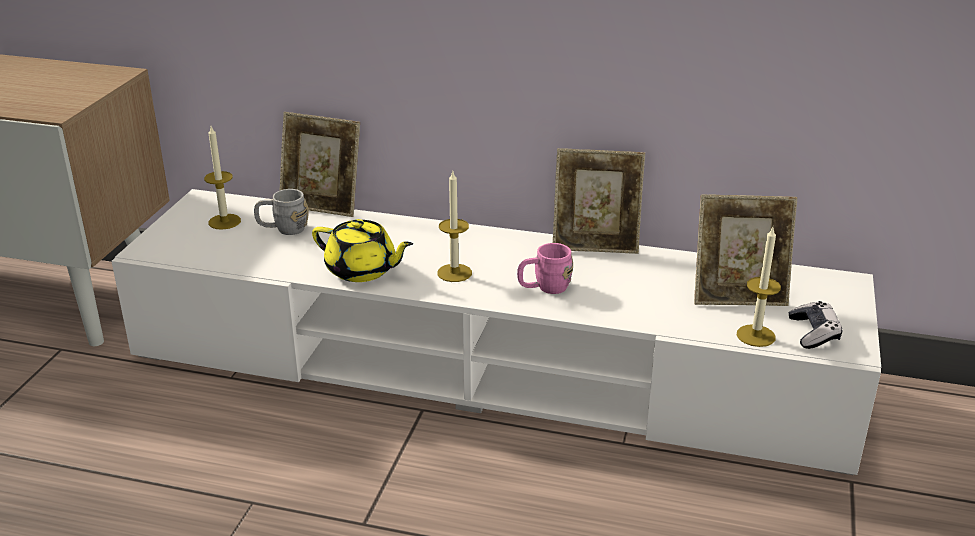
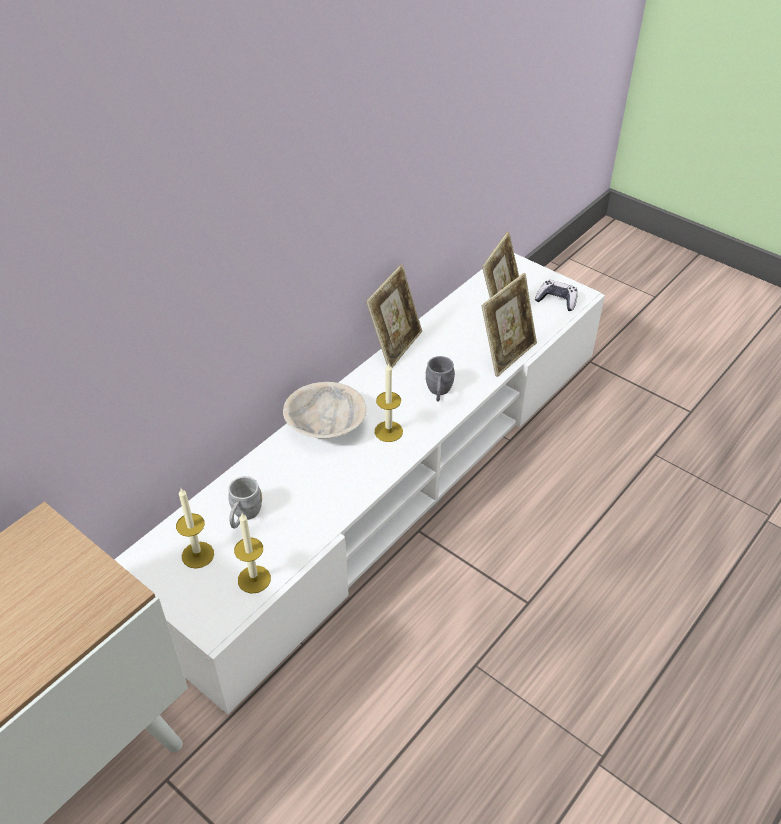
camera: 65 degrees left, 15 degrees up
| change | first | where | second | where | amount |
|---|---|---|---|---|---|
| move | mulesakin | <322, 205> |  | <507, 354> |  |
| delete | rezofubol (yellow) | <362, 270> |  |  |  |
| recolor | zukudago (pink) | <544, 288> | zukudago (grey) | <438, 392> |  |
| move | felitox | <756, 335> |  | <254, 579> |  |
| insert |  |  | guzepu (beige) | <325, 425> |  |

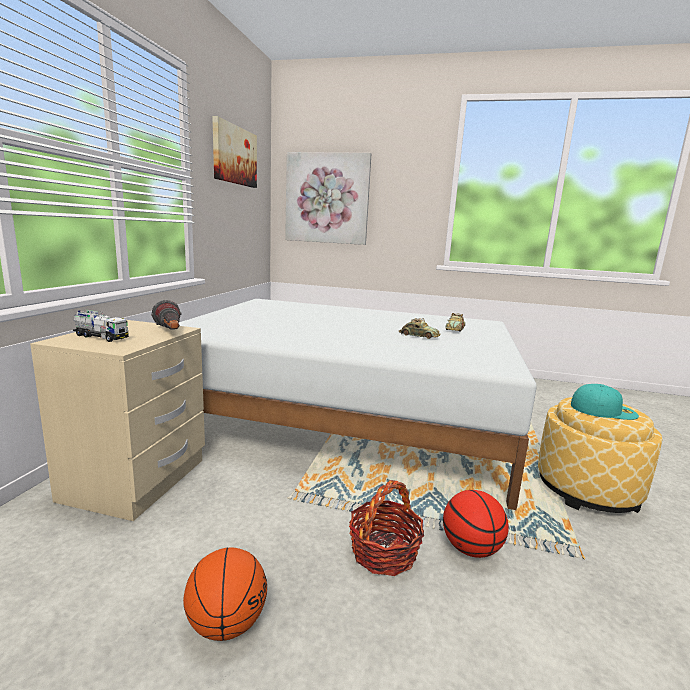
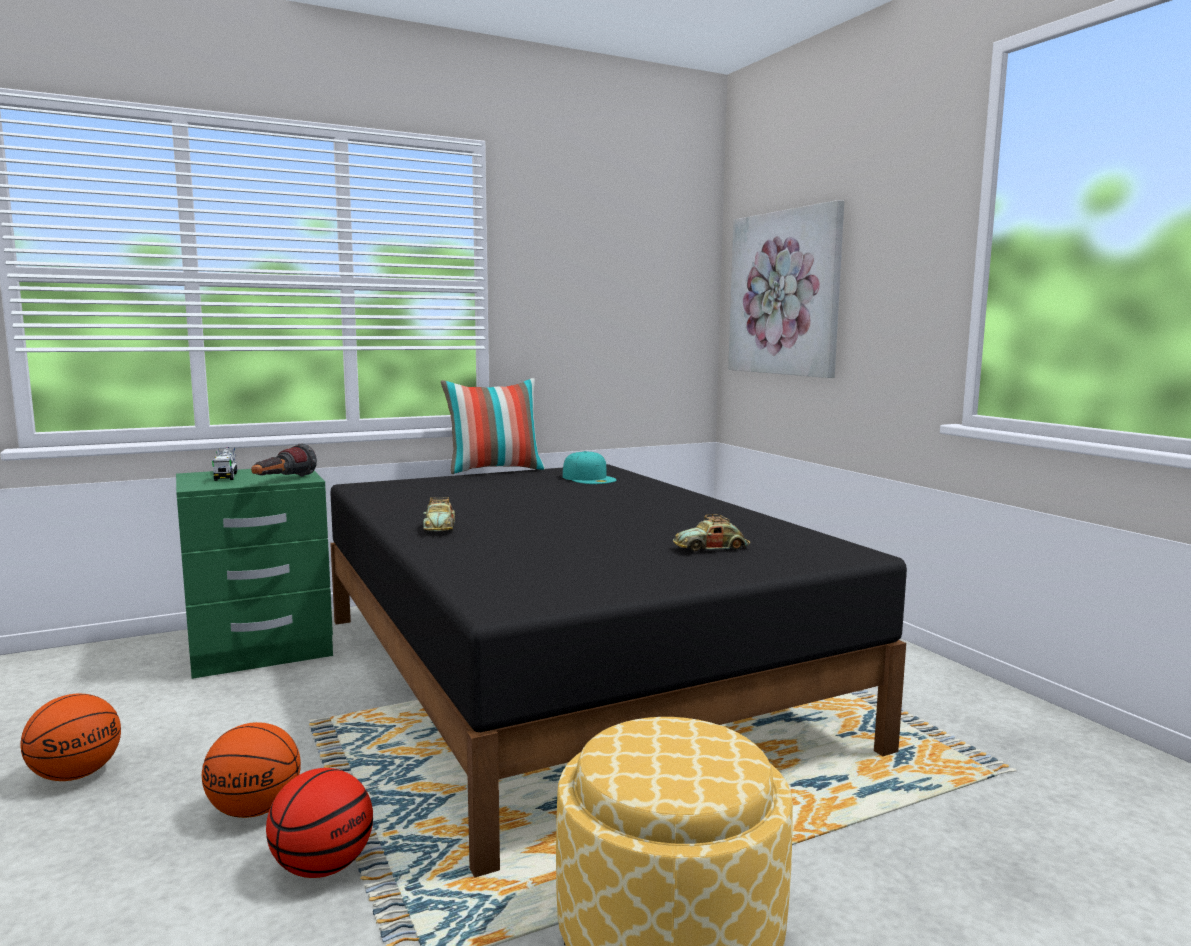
camera: 50 degrees right, 5 degrees down
| change | first | where | second | where | amount |
|---|---|---|---|---|---|
| recolor | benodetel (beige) | <137, 480> | benodetel (green) | <260, 650> |  |
| recolor | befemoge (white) | <345, 419> | befemoge (black) | <567, 676> |  |
| delete | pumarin | <234, 155> |  |  |  |
| replace | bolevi | <384, 552> | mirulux | <256, 810> |  |
| move | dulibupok | <418, 336> |  | <439, 527> |  |
| move | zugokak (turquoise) | <603, 409> |  | <589, 478> |  |
| insert |  |  | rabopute | <495, 470> |  |

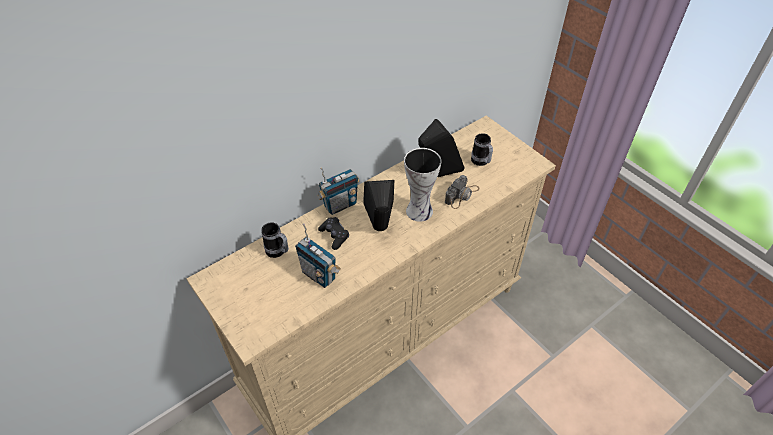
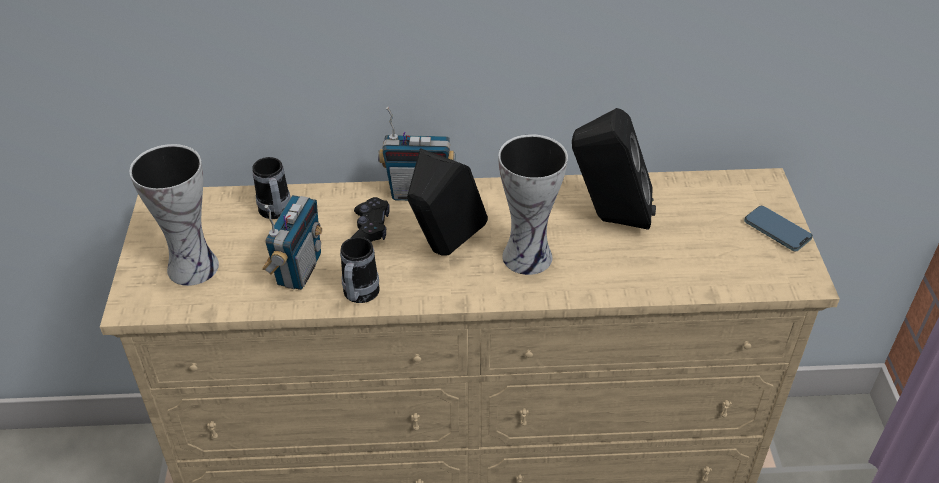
camera: 35 degrees right, 5 degrees down
| change | first | where | second | where | amount |
|---|---|---|---|---|---|
| rotate | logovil | <319, 275> |  | <298, 270> | 150 degrees counterclockwise |
| delete | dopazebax | <461, 195> |  |  |  |
| move | zukudago | <481, 162> |  | <359, 296> |  |
| insert |  |  | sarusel | <193, 265> |  |
| insert |  |  | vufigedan | <777, 231> |  |

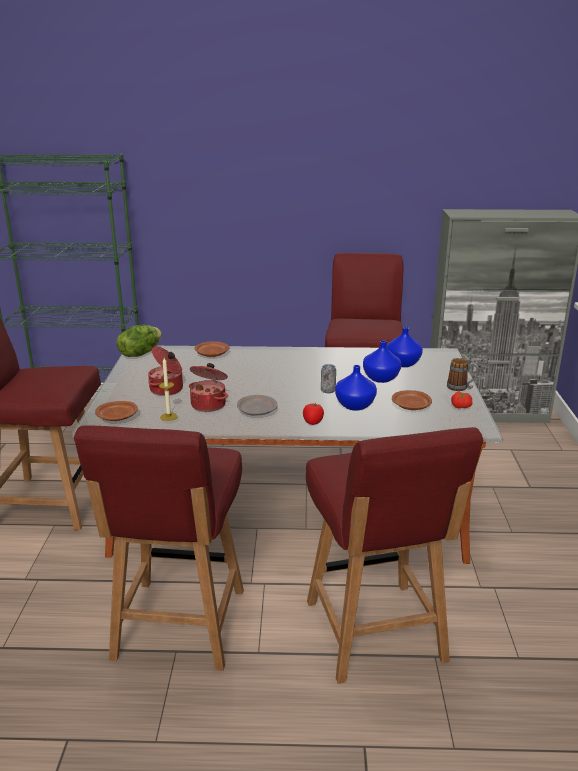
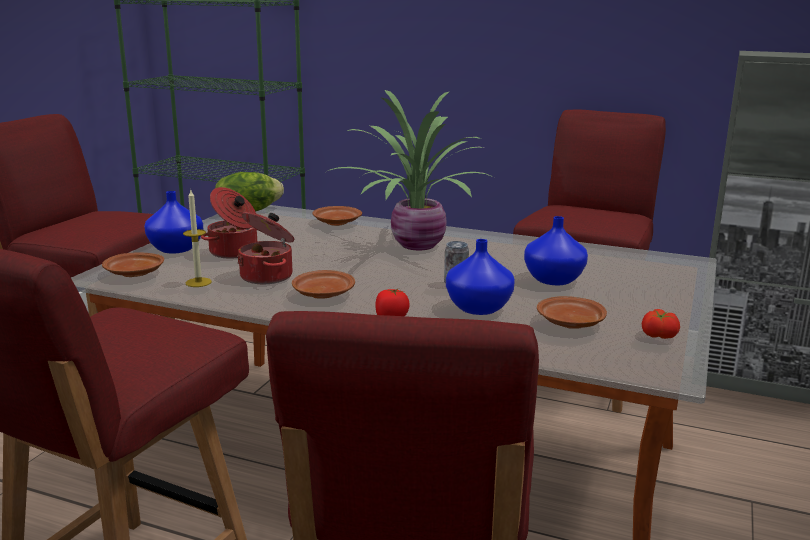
camera: 20 degrees right, 5 degrees down
| change | first | where | second | where | amount |
|---|---|---|---|---|---|
| recolor | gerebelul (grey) | <256, 411> | gerebelul (brown) | <323, 294> |  |
| move | sarusel (blue) | <402, 363> |  | <175, 249> |  |
| delete | zukudago | <461, 388> |  |  |  |
| insert |  |  | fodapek | <415, 244> |  |

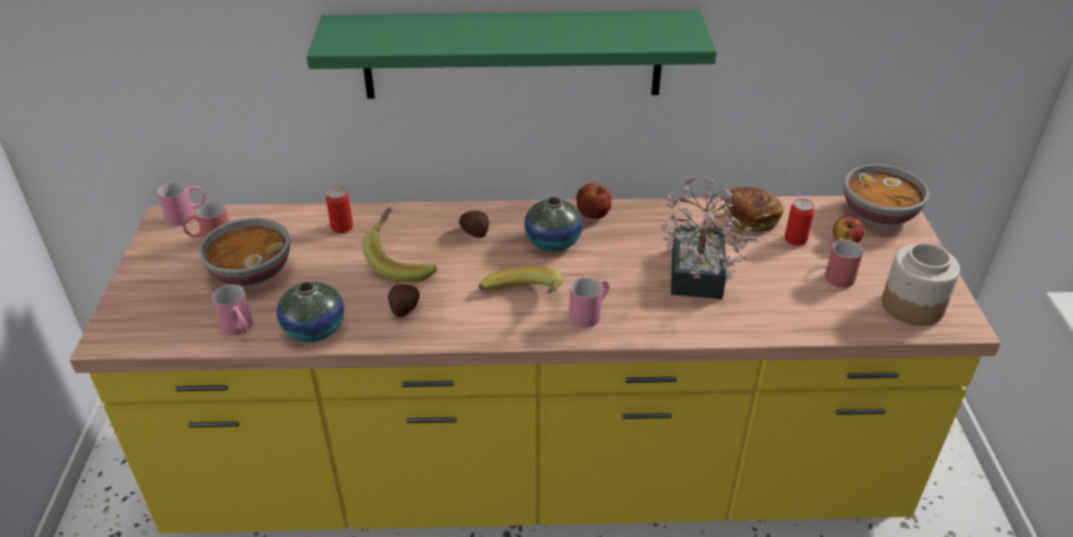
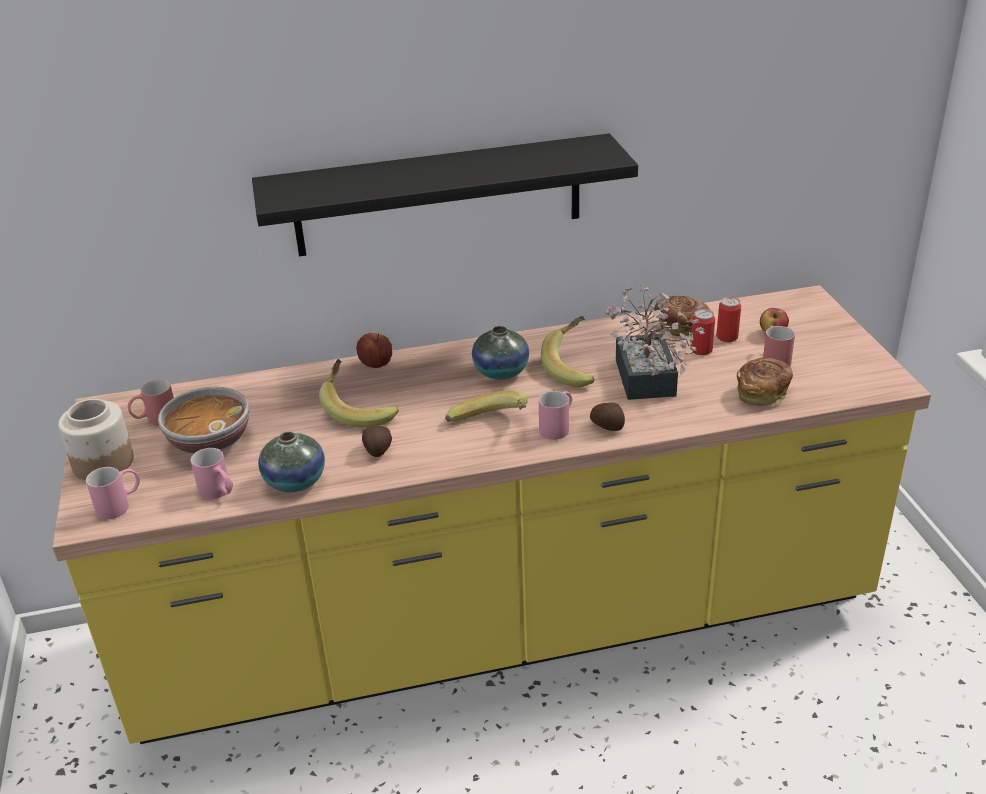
camera: 10 degrees left, 5 degrees down
| change | first | where | second | where | amount |
|---|---|---|---|---|---|
| move | zukudago (pink) | <187, 215> |  | <120, 505> |  |
| recolor | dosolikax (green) | <512, 55> | dosolikax (black) | <438, 196> |  |
| move | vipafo | <342, 227> |  | <701, 350> |  |
| move | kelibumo | <475, 233> |  | <608, 427> |  |
| move | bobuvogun | <593, 214> |  | <375, 363> |  |
| delete | guzepu | <878, 215> |  |  |  |
| move | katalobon | <911, 306> |  | <102, 463> |  |
| insert |  |  | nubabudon | <575, 367> |  |
| insert |  |  | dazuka | <762, 393> |  |

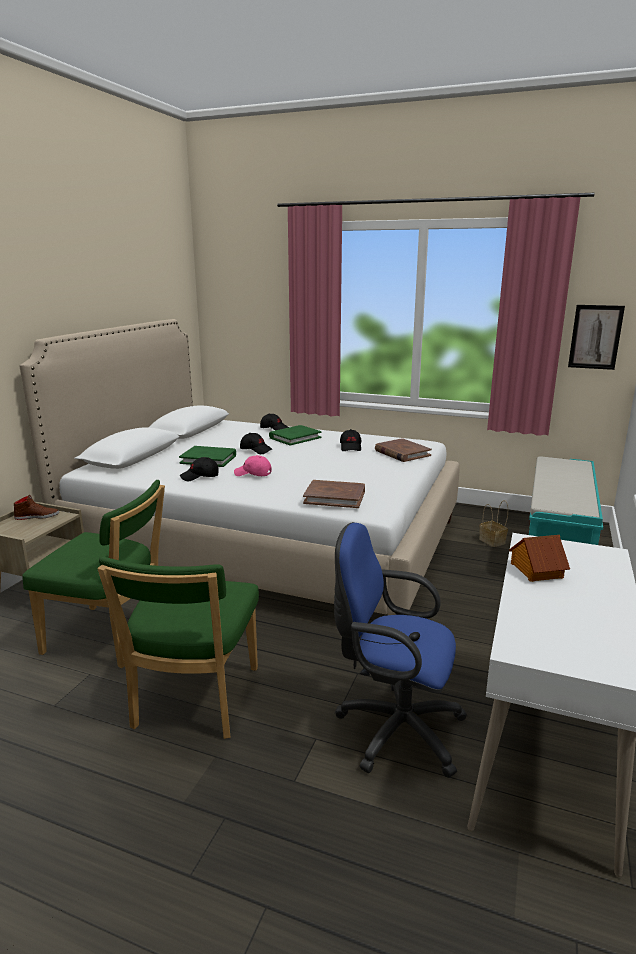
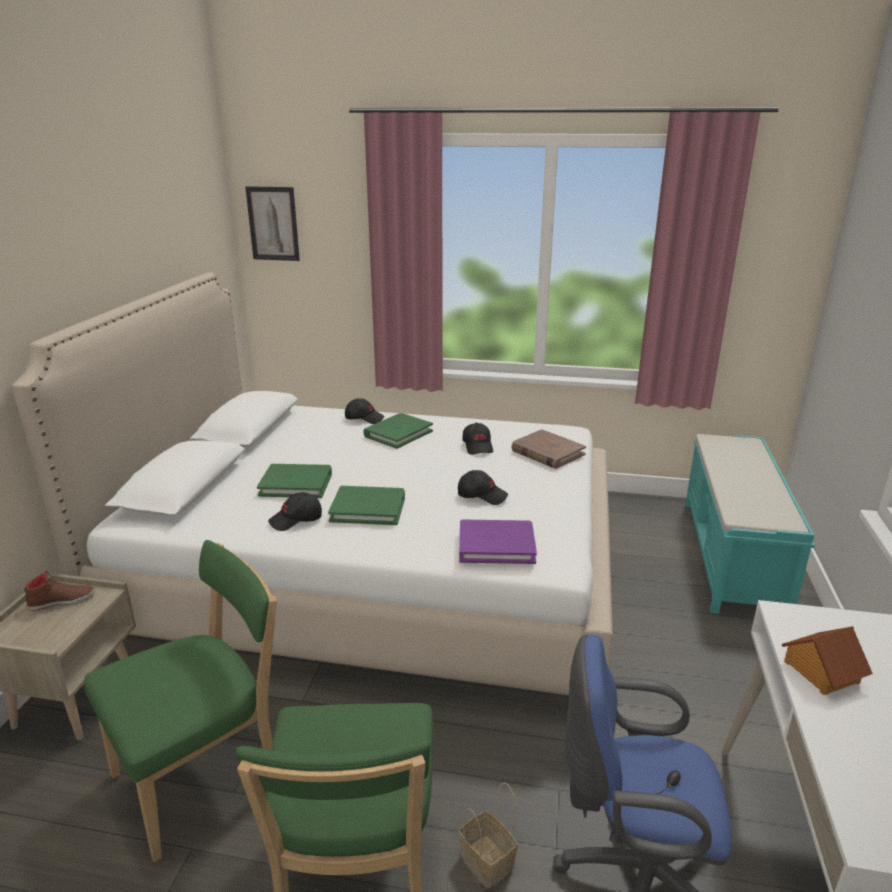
camera: 10 degrees left, 5 degrees up
| change | first | where | second | where | amount |
|---|---|---|---|---|---|
| rotate | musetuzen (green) | <111, 638> |  | <205, 775> | 45 degrees counterclockwise |
| replace | zugokak (pink) | <253, 474> | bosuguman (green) | <368, 509> |  |
| move | zugokak (black) | <256, 450> |  | <482, 495> |  |
| recolor | bosuguman (brown) | <335, 497> | bosuguman (purple) | <496, 545> |  |
| move | bolevi | <493, 541> |  | <489, 861> |  |
| move | pumarin | <595, 337> |  | <273, 224> |  |

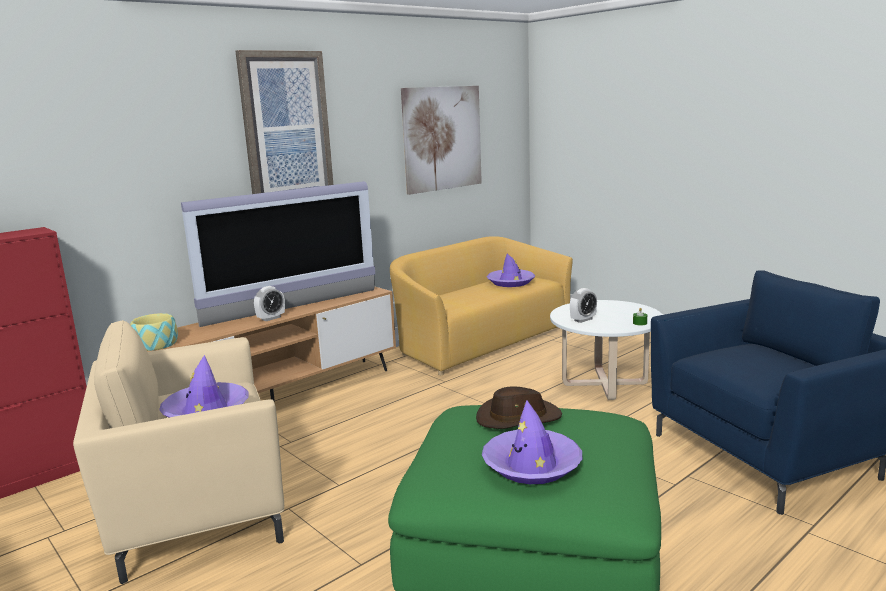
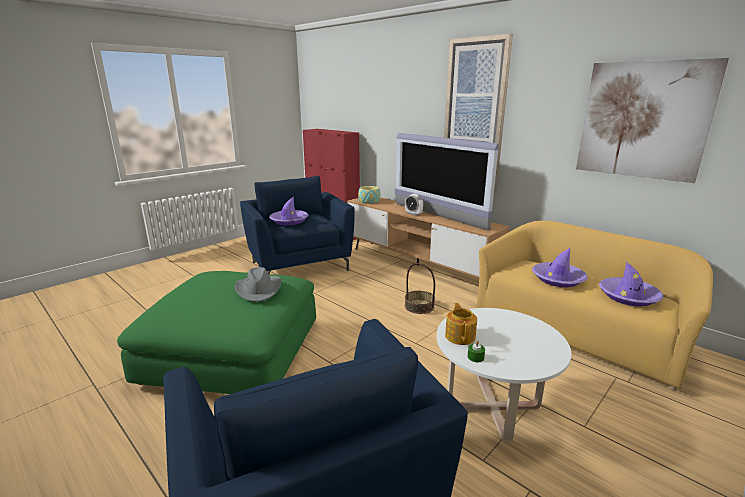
camera: 85 degrees right, 5 degrees up
| change | first | where | second | where | amount |
|---|---|---|---|---|---|
| recolor | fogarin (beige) | <194, 511> | fogarin (blue) | <299, 265> |  |
| recolor | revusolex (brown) | <518, 418> | revusolex (grey) | <259, 289> |  |
| move | revusolex (purple) | <532, 465> |  | <558, 279> |  |
| delete | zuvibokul | <583, 320> |  |  |  |
| insert |  |  | bolevi | <419, 306> |  |
| insert |  |  | rezofubol | <460, 336> |  |

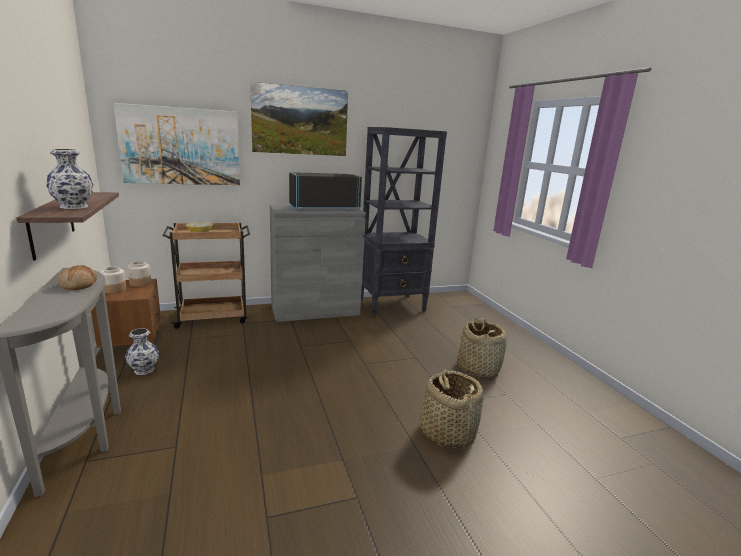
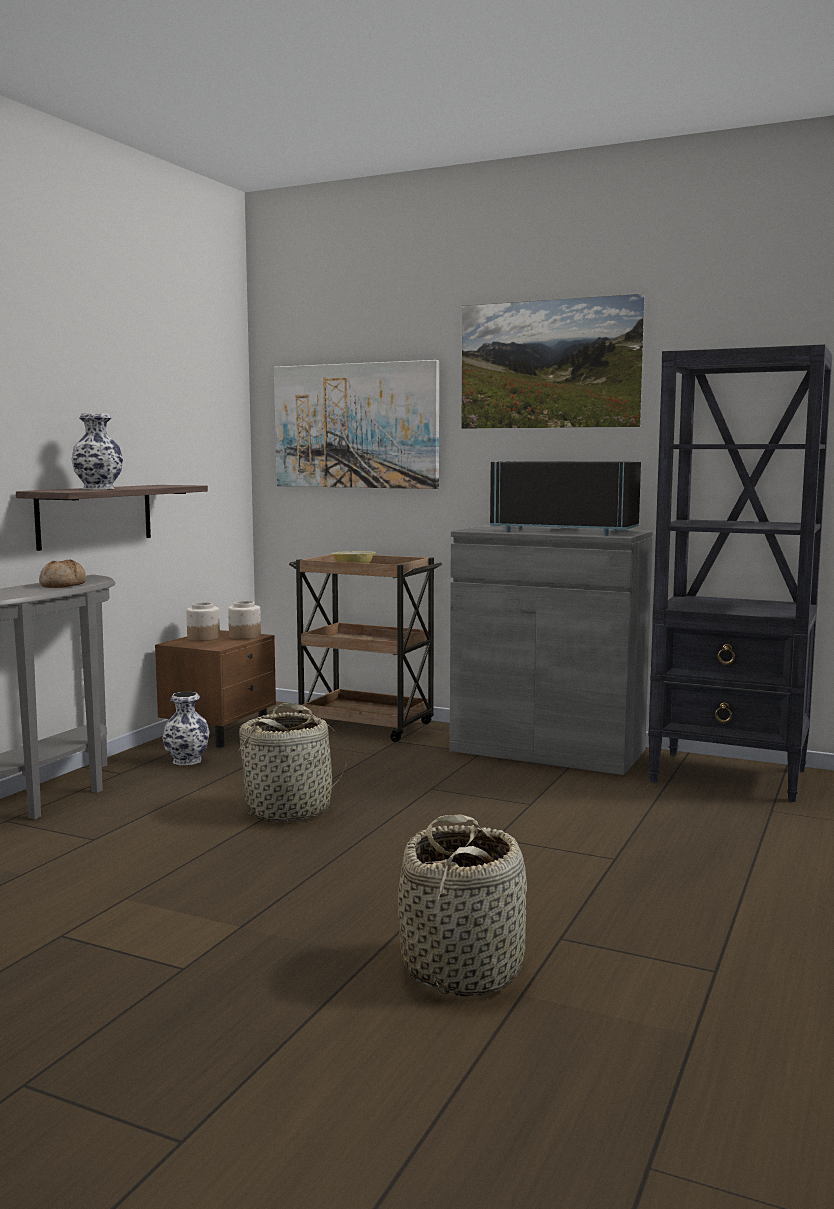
camera: 45 degrees right, 10 degrees down
| change | first | where | second | where | amount |
|---|---|---|---|---|---|
| move | bolevi | <478, 368> |  | <289, 810> |  |

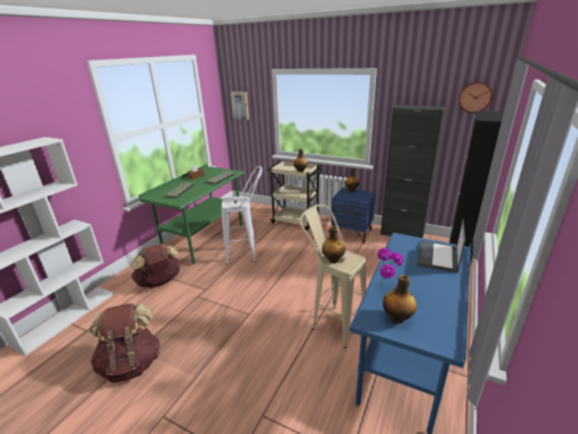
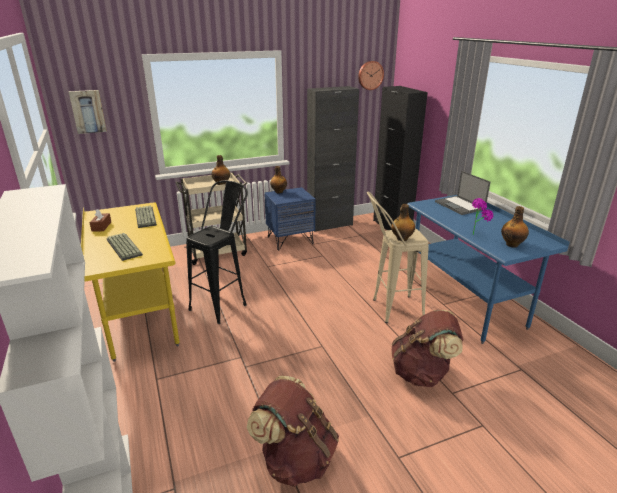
camera: 50 degrees left, 0 degrees up
| change | first | where | second | where | amount |
|---|---|---|---|---|---|
| move | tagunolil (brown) | <160, 282> |  | <422, 373> |  |
| recolor | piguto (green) | <205, 240> | piguto (yellow) | <140, 317> |  |
| recolor | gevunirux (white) | <247, 254> | gevunirux (black) | <224, 304> |  |

